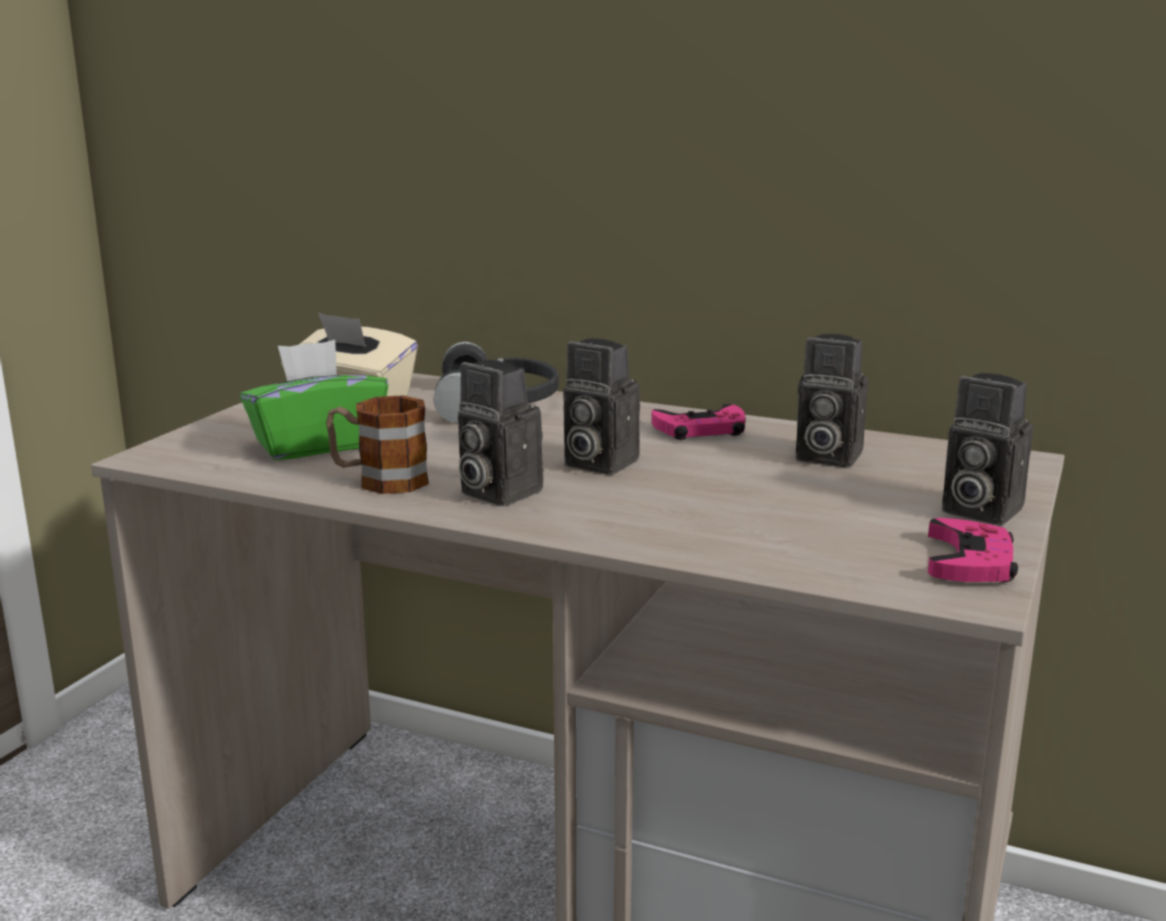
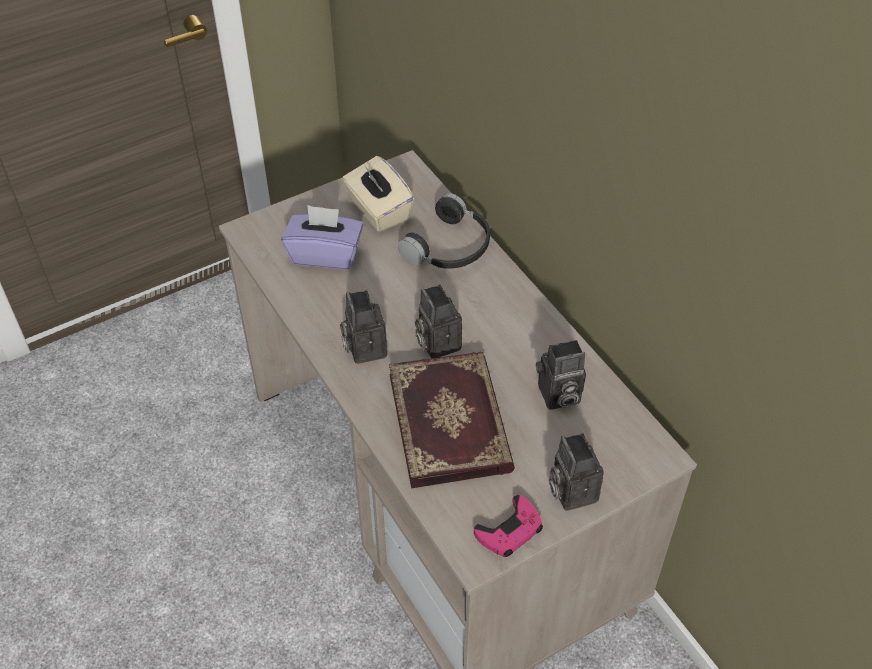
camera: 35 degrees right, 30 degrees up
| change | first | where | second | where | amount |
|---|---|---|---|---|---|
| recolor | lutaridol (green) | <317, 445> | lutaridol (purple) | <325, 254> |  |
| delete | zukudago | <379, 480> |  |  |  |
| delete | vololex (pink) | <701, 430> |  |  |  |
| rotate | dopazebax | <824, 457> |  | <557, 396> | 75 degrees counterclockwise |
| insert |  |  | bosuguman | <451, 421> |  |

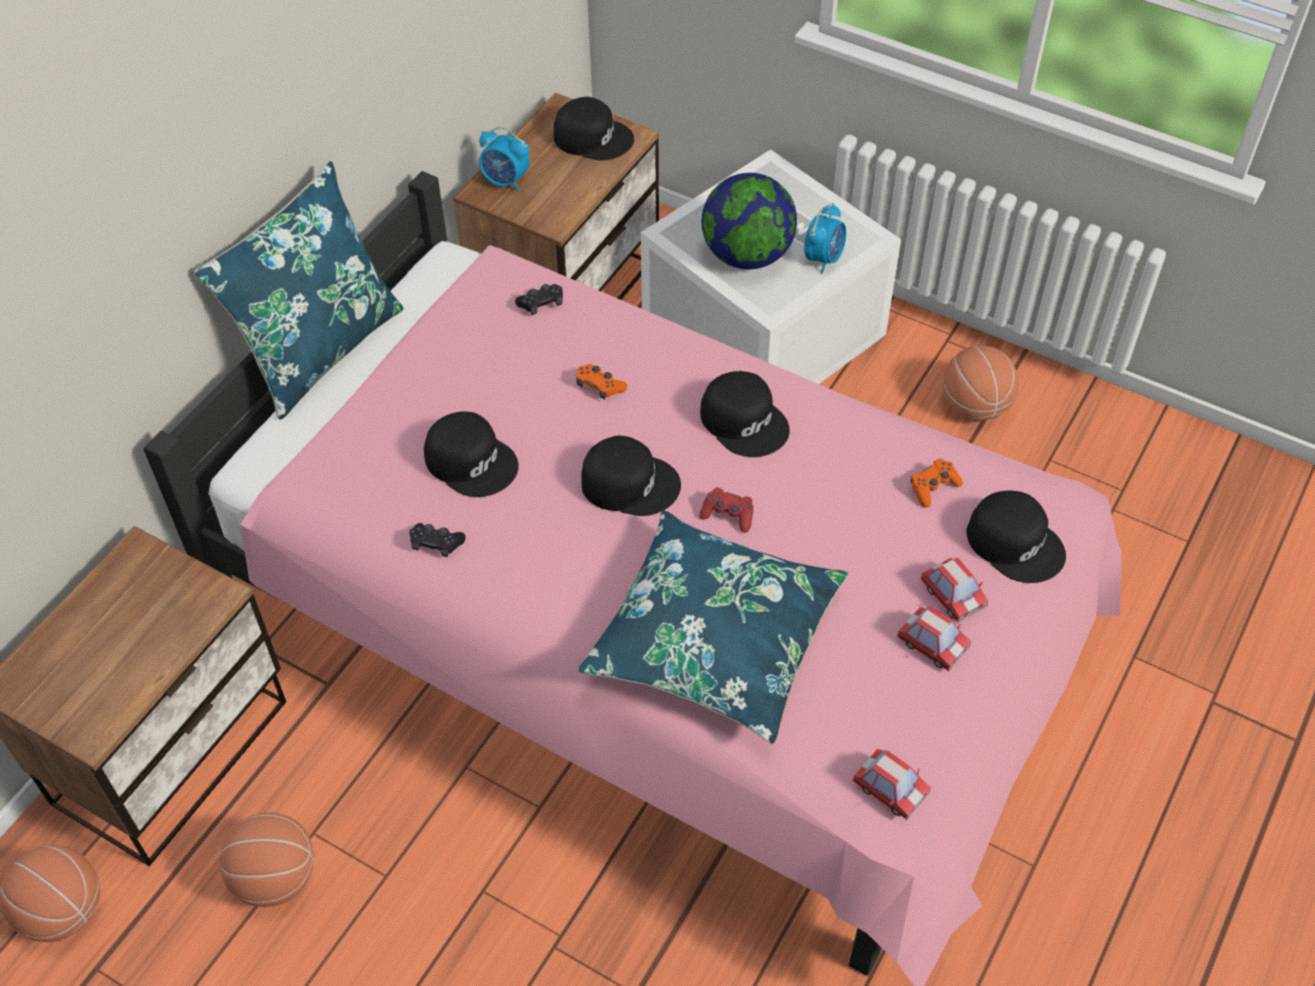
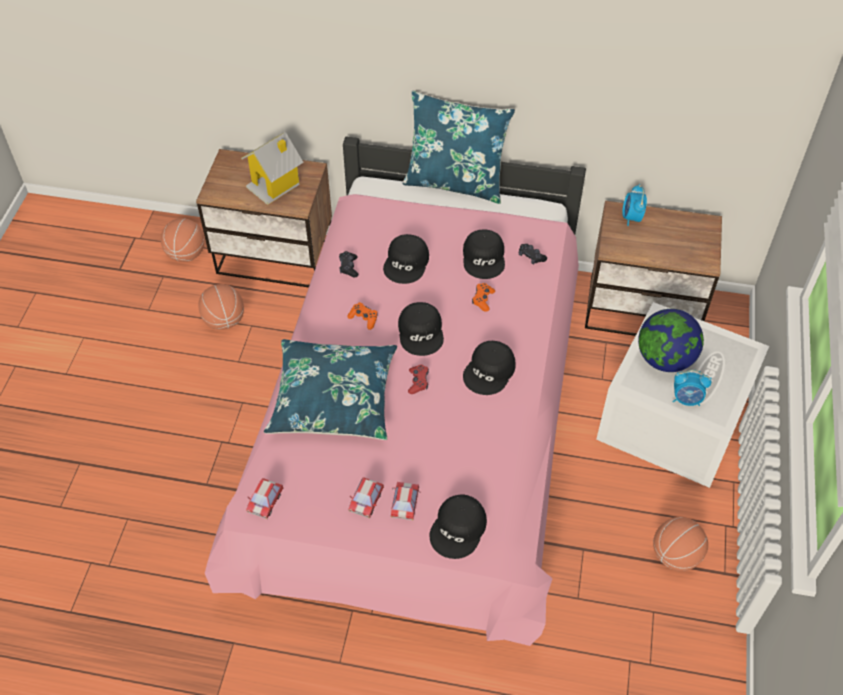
camera: 70 degrees right, 0 degrees up
| change | first | where | second | where | amount |
|---|---|---|---|---|---|
| move | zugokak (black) | <593, 137> |  | <484, 258> |  |
| move | vololex (orange) | <933, 487> |  | <364, 318> |  |
| rotate | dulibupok | <952, 596> |  | <405, 504> | 150 degrees clockwise |
| insert |  |  | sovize | <275, 185> |  |

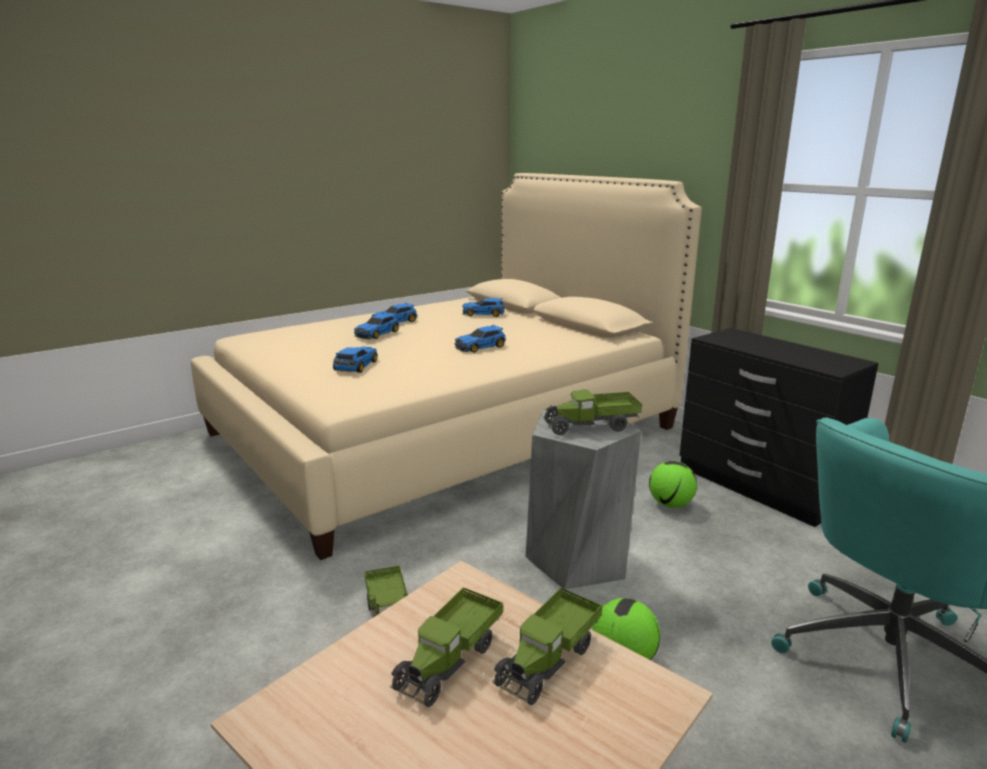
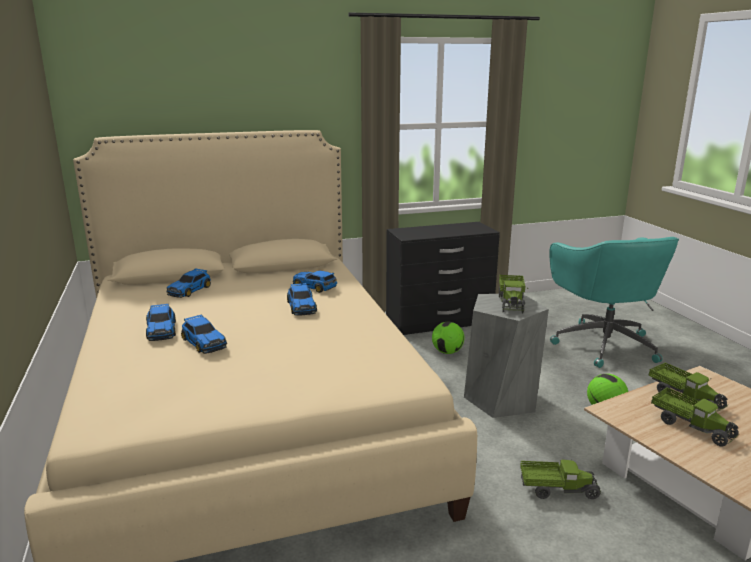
camera: 70 degrees left, 0 degrees up
| change | first | where | second | where | amount |
|---|---|---|---|---|---|
| move | dulibupok | <355, 366> |  | <315, 287> |  |

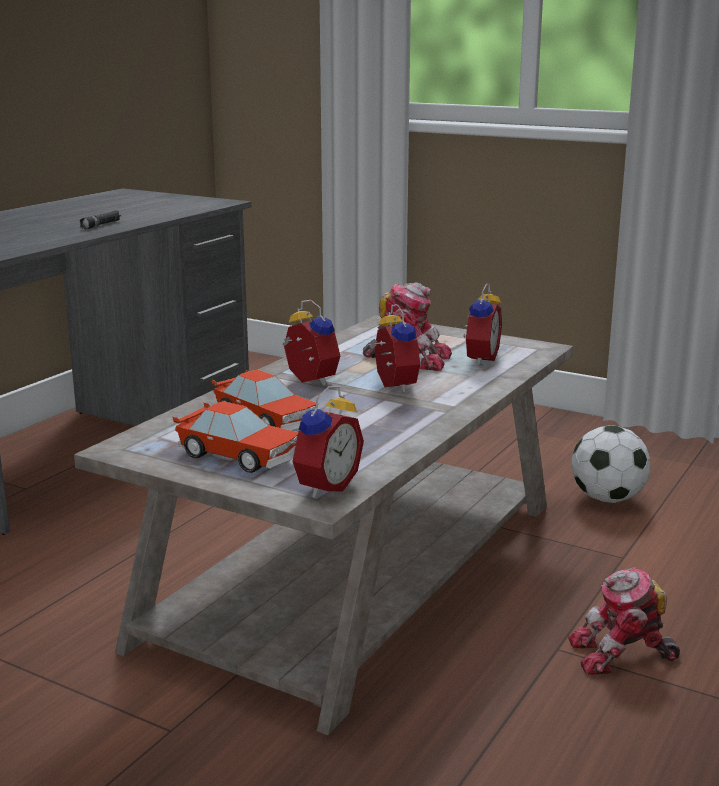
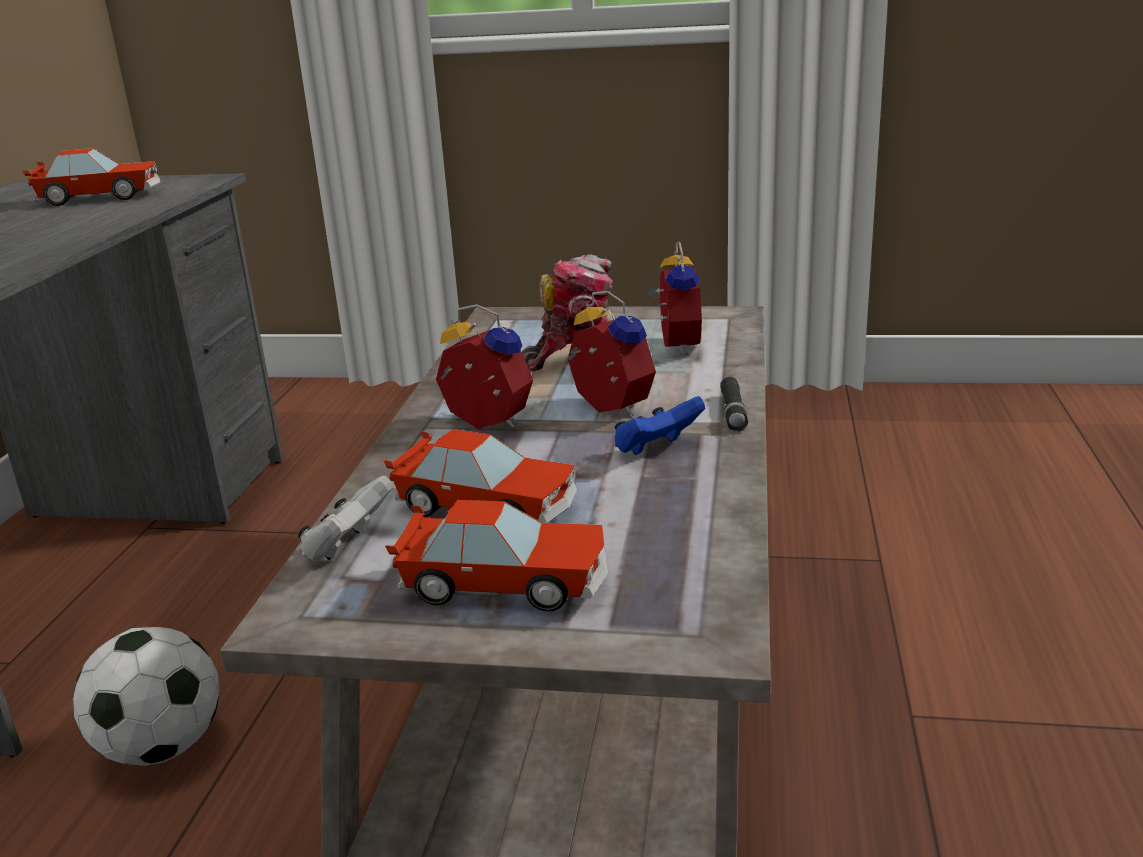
camera: 20 degrees left, 5 degrees up
| change | first | where | second | where | amount |
|---|---|---|---|---|---|
| move | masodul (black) | <101, 225> |  | <733, 412> |  |
| delete | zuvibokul | <324, 486> |  |  |  |
| delete | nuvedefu | <622, 655> |  |  |  |
| move | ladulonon | <606, 499> |  | <161, 748> |  |
| insert |  |  | dulibupok | <101, 197> |  |
| insert |  |  | vololex (white) | <348, 546> |  |
| insert |  |  | vololex (blue) | <656, 449> |  |

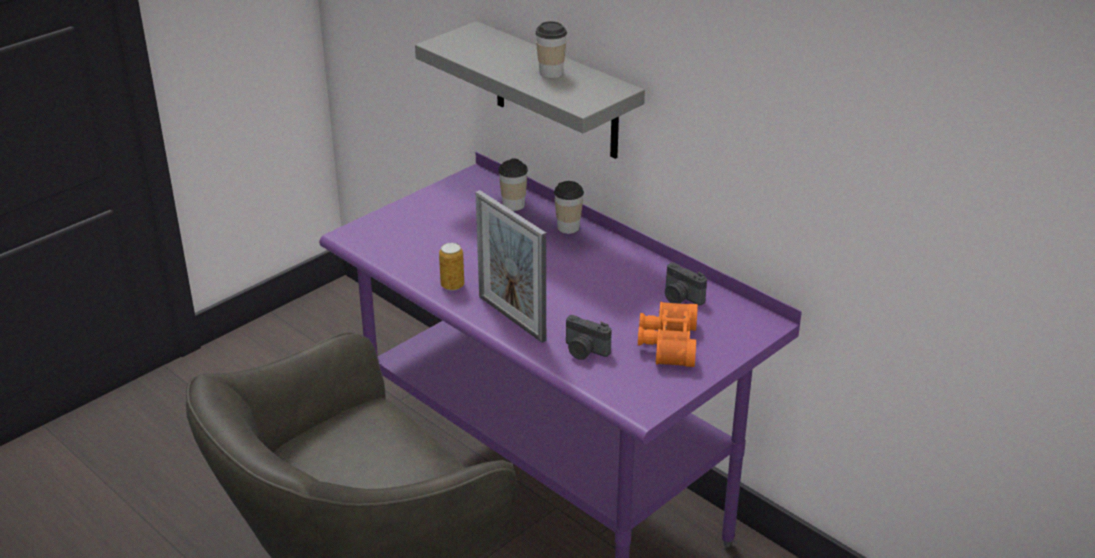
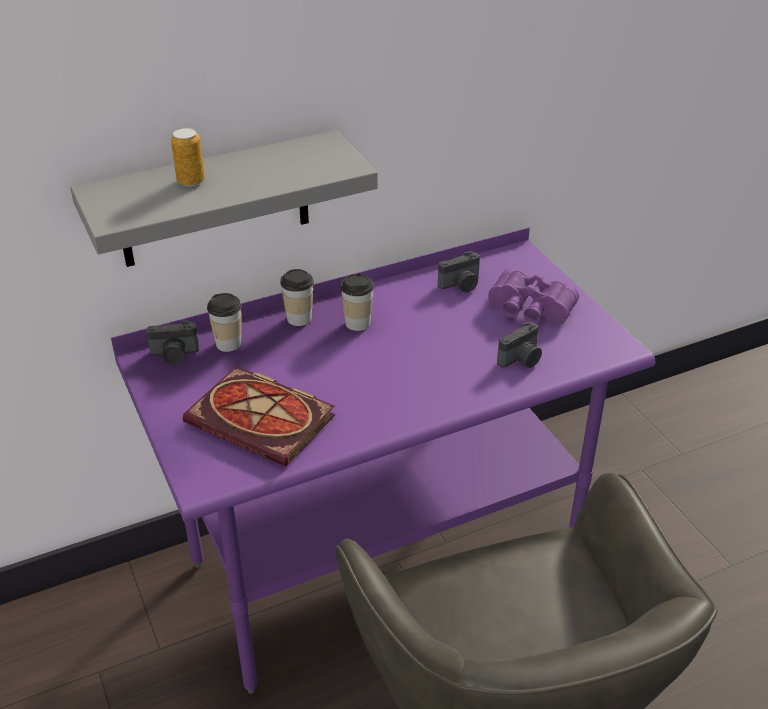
camera: 70 degrees left, 5 degrees up
| change | first | where | second | where | amount |
|---|---|---|---|---|---|
| move | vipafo | <452, 285> |  | <191, 181> |  |
| delete | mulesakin | <511, 318> |  |  |  |
| move | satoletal | <551, 73> |  | <357, 323> |  |
| recolor | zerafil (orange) | <666, 344> | zerafil (purple) | <529, 311> |  |
| insert |  |  | dopazebax | <174, 355> |  |
| insert |  |  | bosuguman | <264, 420> |  |

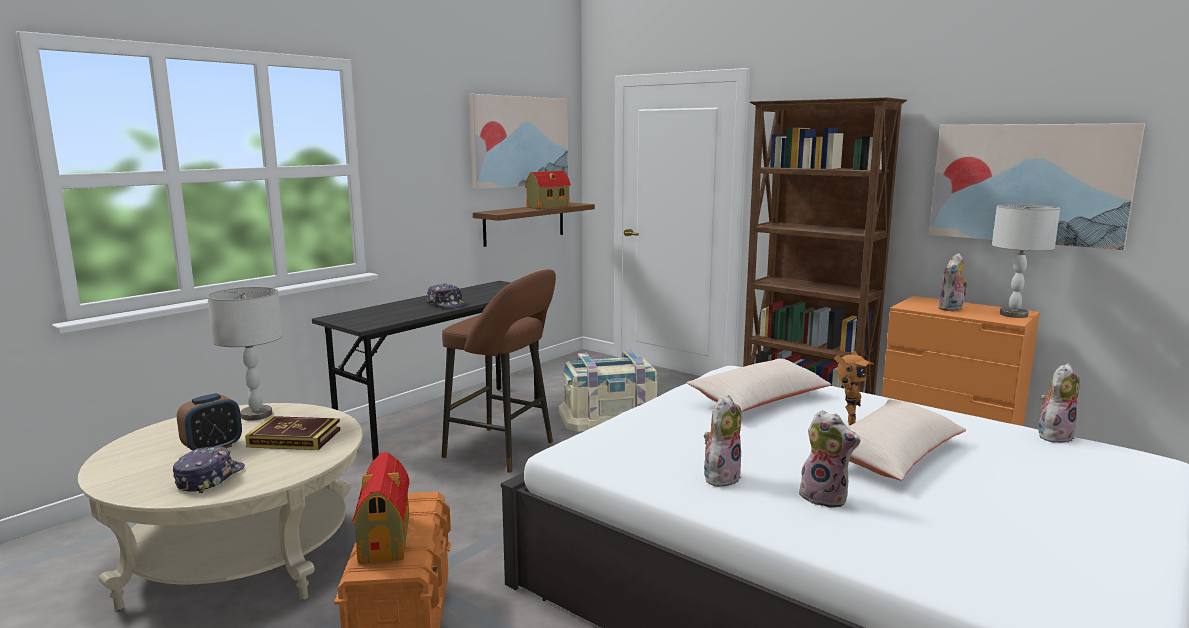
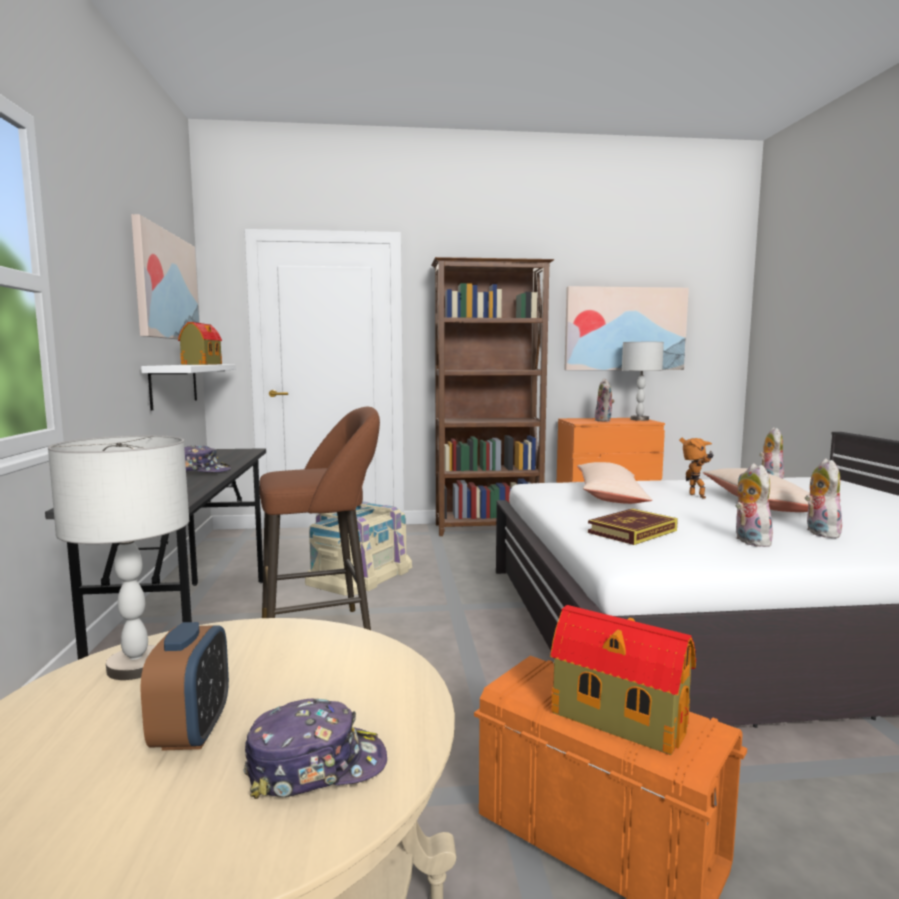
camera: 45 degrees left, 5 degrees down
| change | first | where | second | where | amount |
|---|---|---|---|---|---|
| rotate | zugokak | <209, 478> |  | <316, 766> | 105 degrees clockwise |
| move | bosuguman | <294, 438> |  | <632, 531> |  |
| recolor | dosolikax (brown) | <524, 223> | dosolikax (white) | <174, 385> |  |
| rotate | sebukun | <825, 498> |  | <819, 532> | 75 degrees counterclockwise |

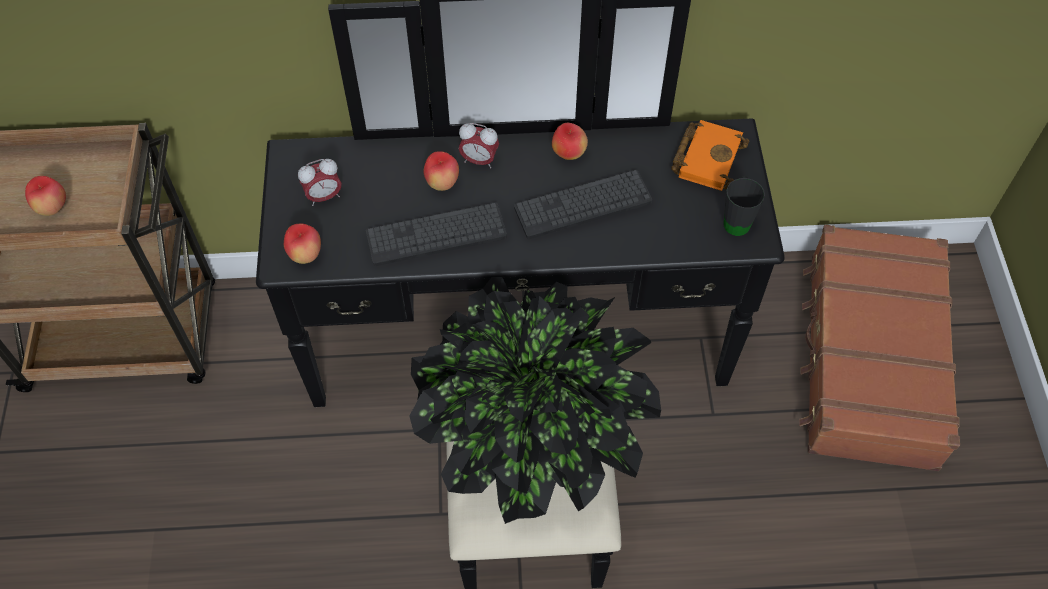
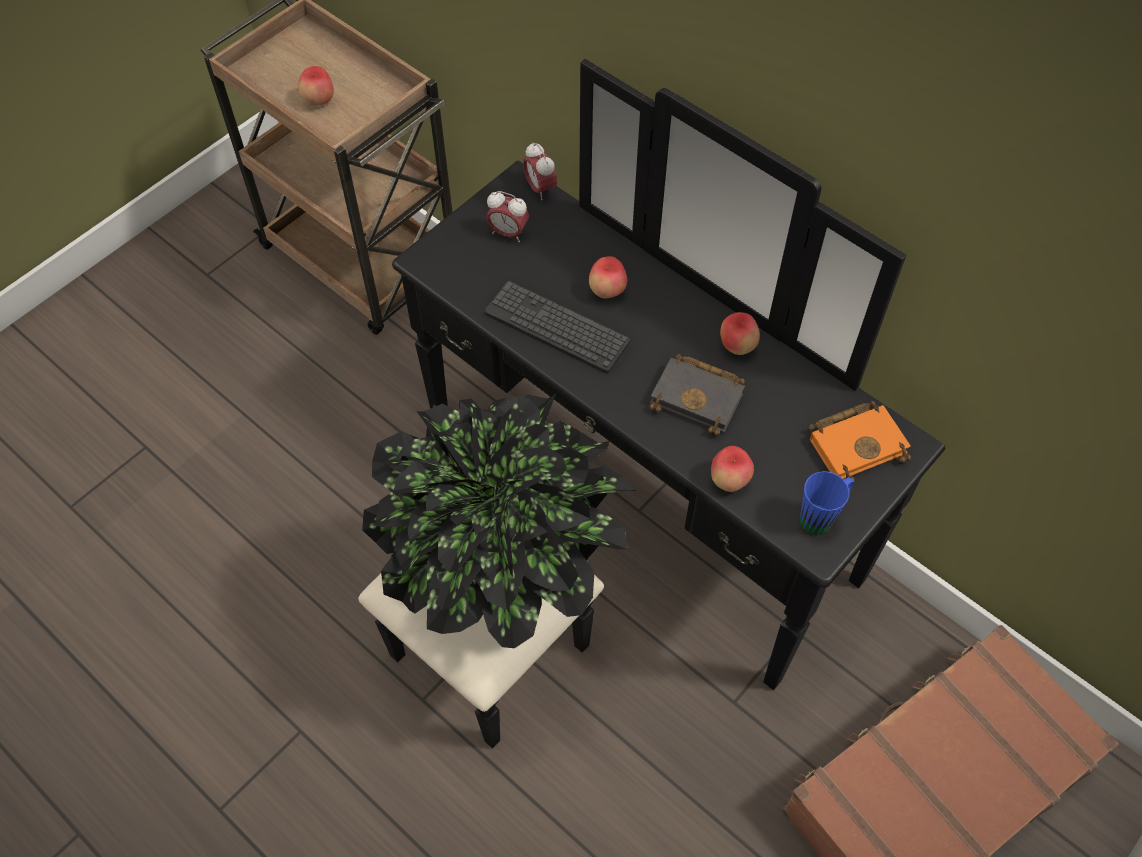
camera: 45 degrees right, 0 degrees up
| change | first | where | second | where | amount |
|---|---|---|---|---|---|
| move | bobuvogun | <306, 255> |  | <729, 481> |  |
| move | zuvibokul | <479, 160> |  | <540, 188> |  |
| replace | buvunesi | <583, 205> | bosuguman (black) | <700, 397> |  |
| recolor | zukudago (black) | <737, 219> | zukudago (blue) | <822, 516> |  |

